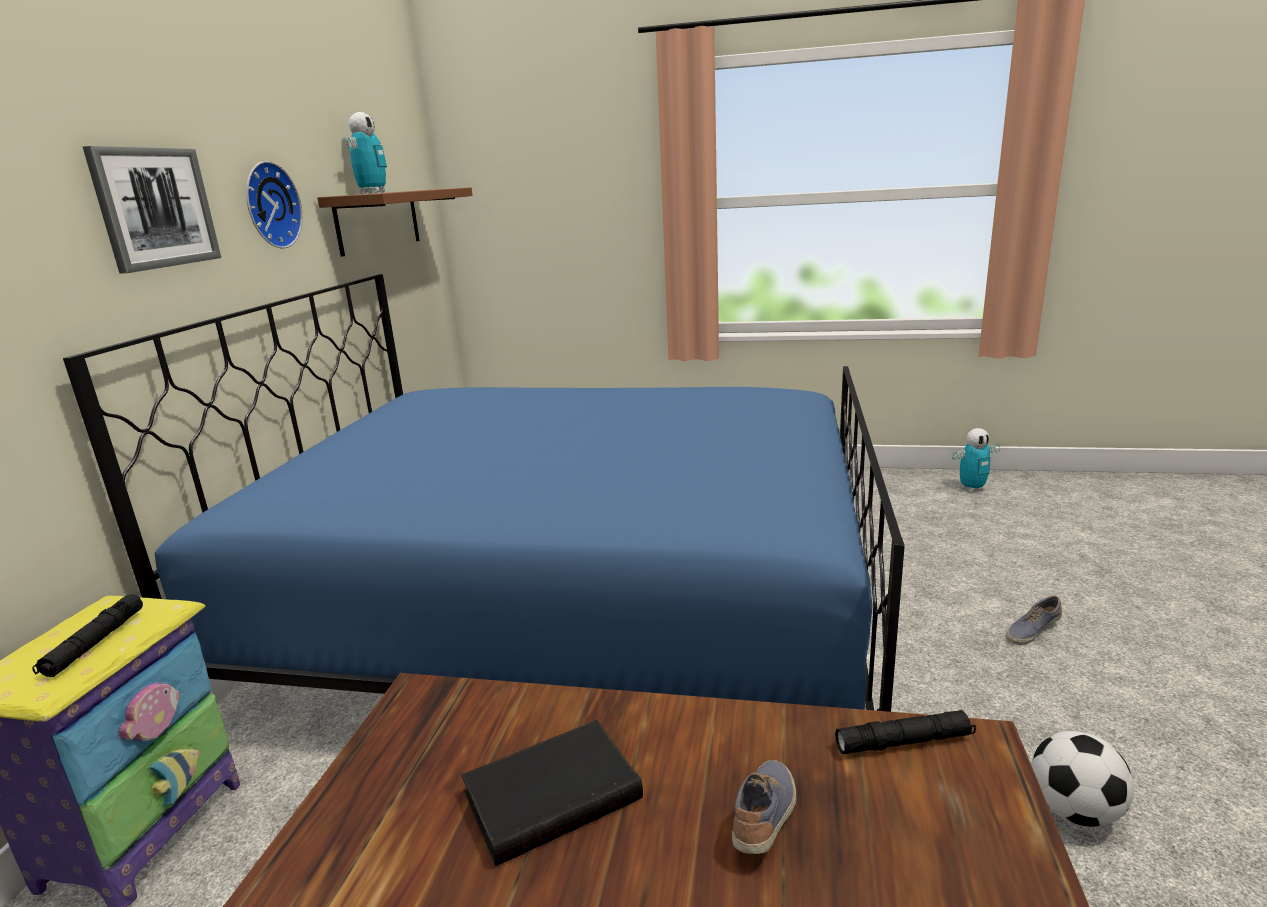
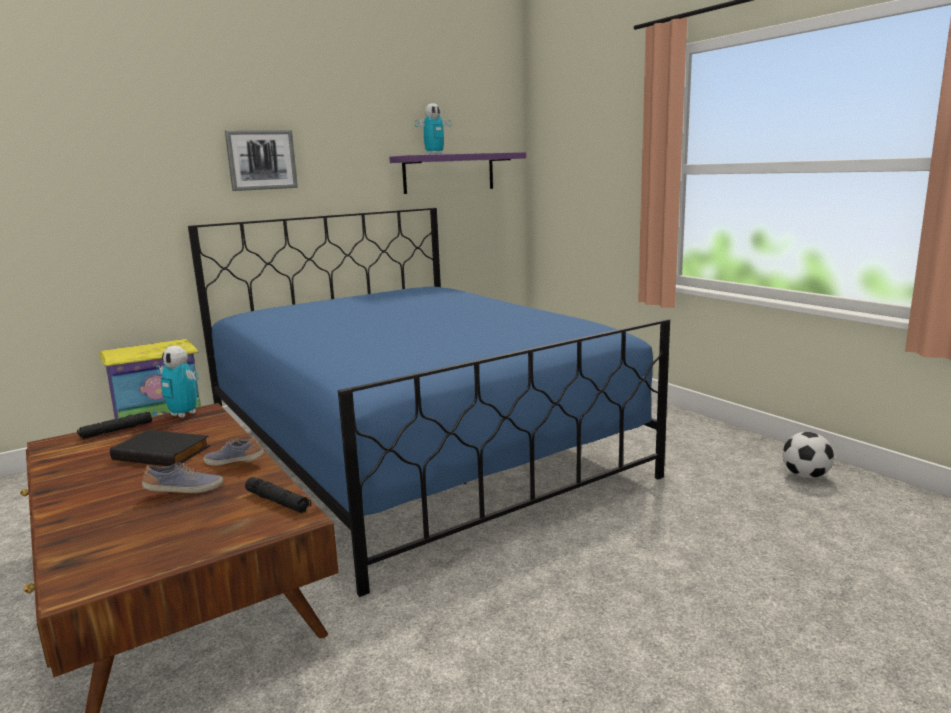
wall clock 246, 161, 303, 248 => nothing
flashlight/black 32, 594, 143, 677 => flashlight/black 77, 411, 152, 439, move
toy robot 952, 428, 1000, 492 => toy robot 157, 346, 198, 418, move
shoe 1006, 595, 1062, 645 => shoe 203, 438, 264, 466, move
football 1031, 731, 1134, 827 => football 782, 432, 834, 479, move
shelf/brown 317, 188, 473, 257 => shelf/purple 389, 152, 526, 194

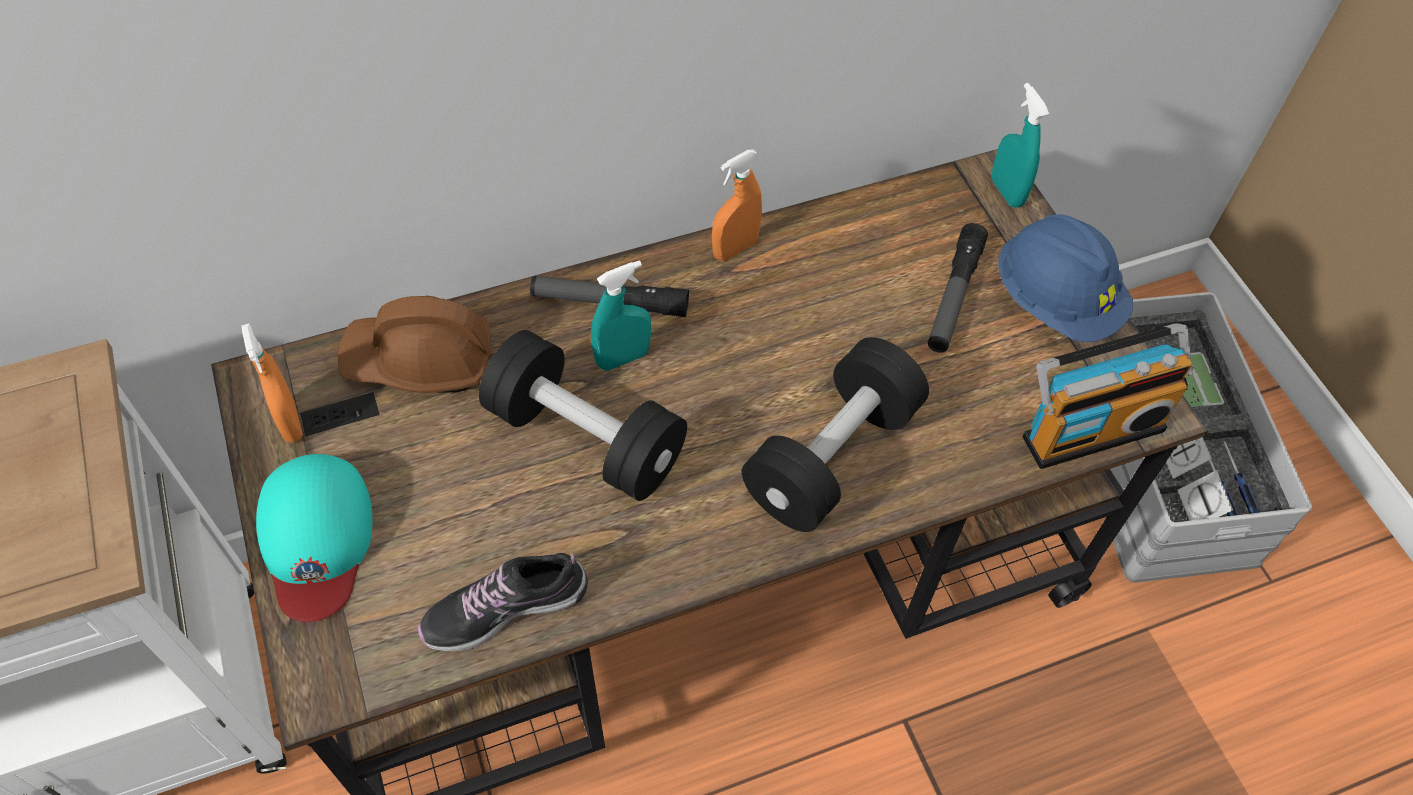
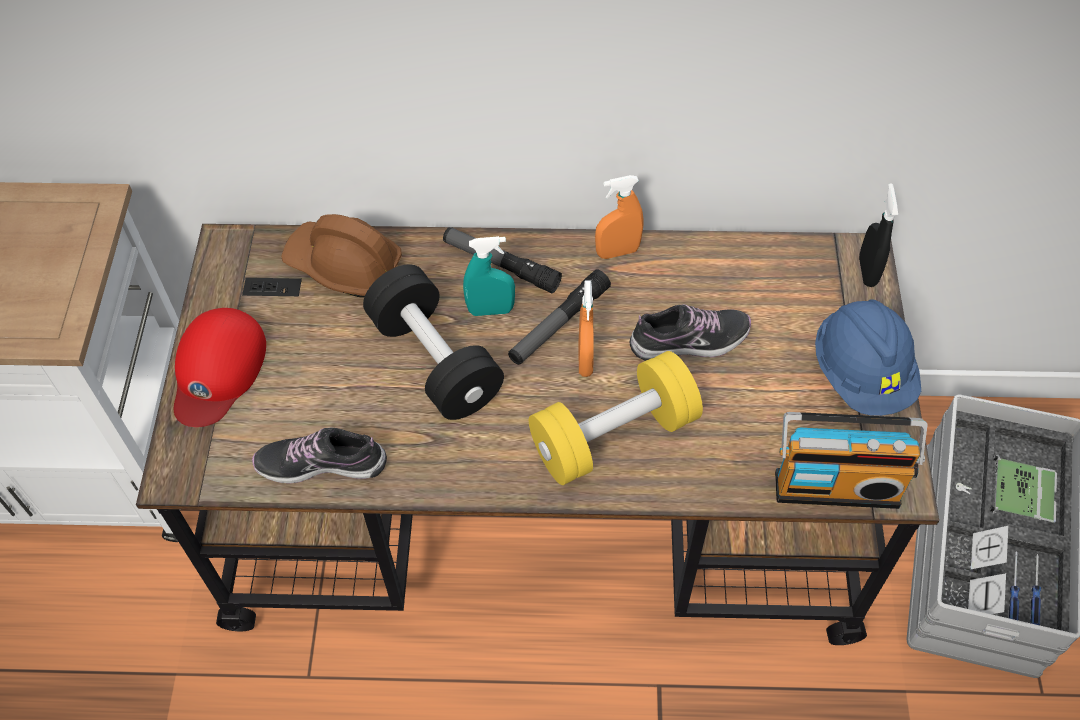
nothing => shoe 630, 304, 751, 361
spray bottle/orange 242, 323, 303, 443 => spray bottle/orange 578, 281, 594, 377, move
flashlight 928, 223, 988, 353 => flashlight 508, 269, 611, 365, move
cap/turquoise 256, 454, 372, 622 => cap/red 174, 308, 266, 427
dumbbell/black 742, 337, 929, 532 => dumbbell/yellow 529, 351, 703, 485
spray bottle/turquoise 992, 83, 1049, 208 => spray bottle/black 859, 184, 898, 287

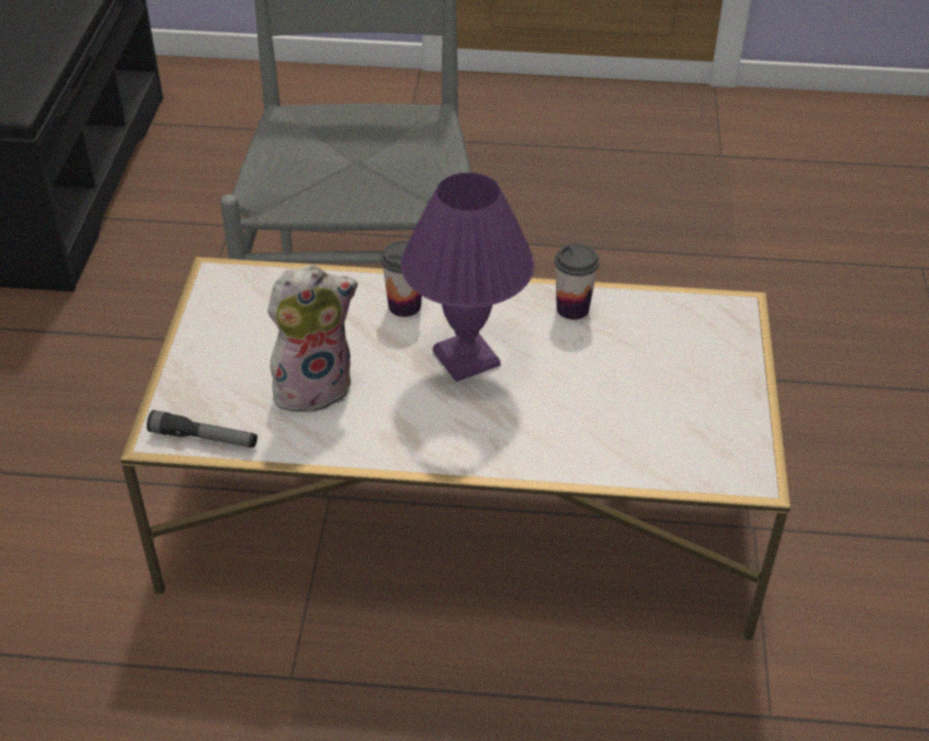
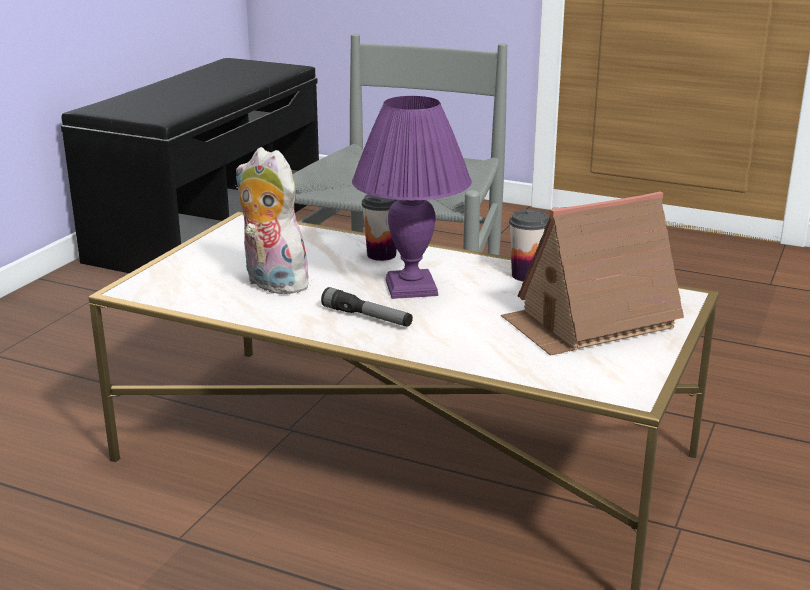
nothing => toy house 501, 191, 684, 356
flashlight 147, 410, 257, 448 => flashlight 321, 287, 413, 327, move
plush toy 267, 264, 358, 417 => plush toy 236, 147, 313, 295, 135 degrees counterclockwise

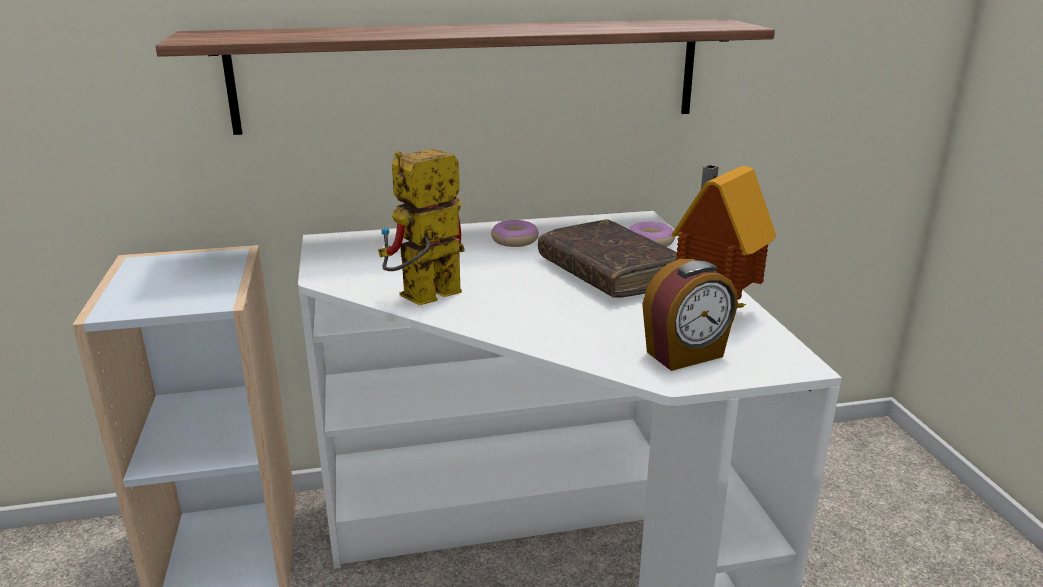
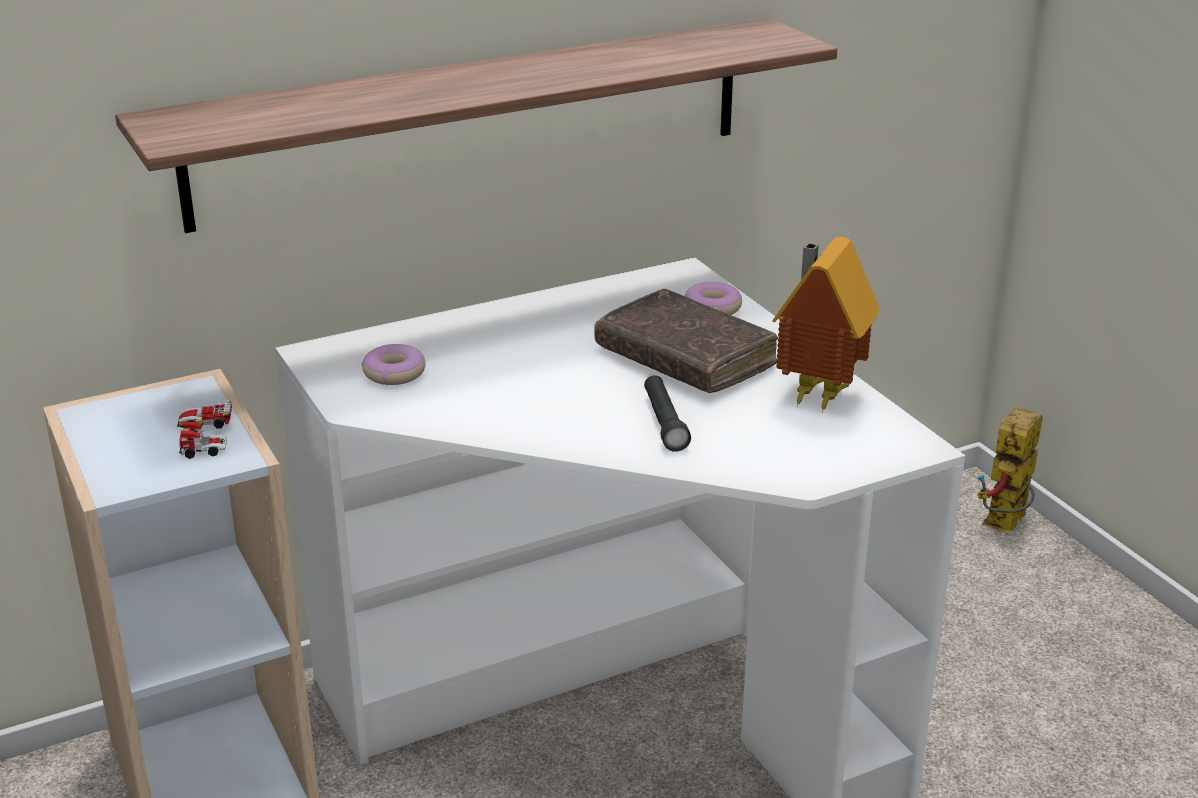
alarm clock 642, 259, 738, 371 => nothing
nothing => toy car 177, 400, 232, 459
nothing => flashlight/black 644, 375, 691, 452
toy robot 378, 149, 465, 305 => toy robot 977, 407, 1042, 533, move
donut 491, 220, 539, 247 => donut 362, 344, 426, 385, move

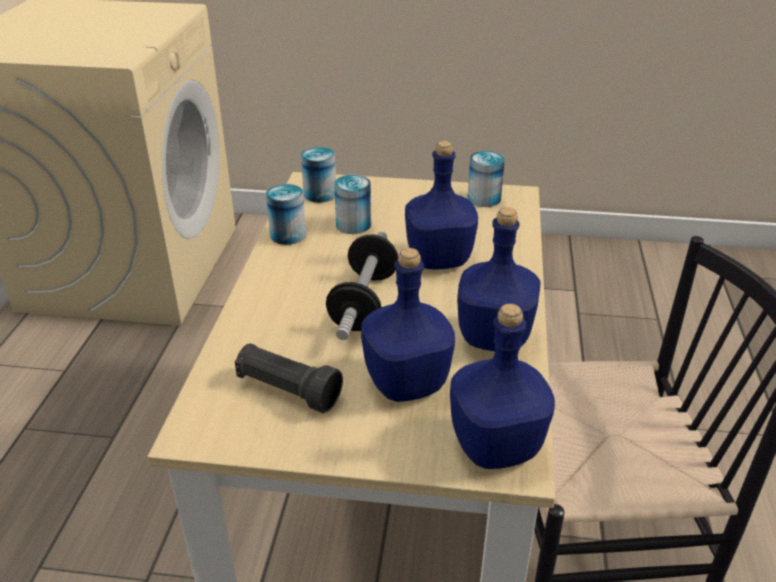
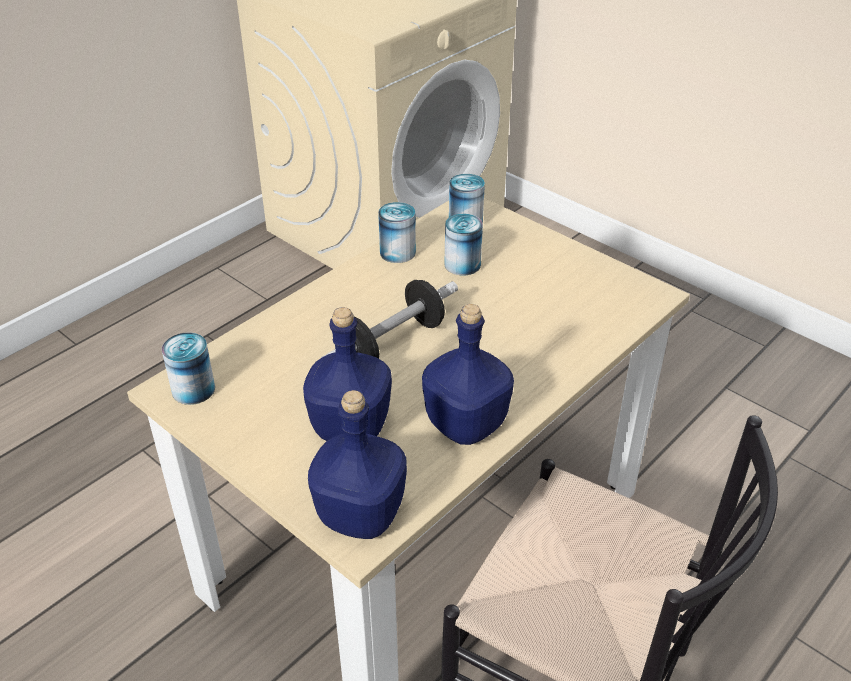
flashlight/black 235, 343, 343, 413 => nothing
bottle/blue 405, 141, 478, 270 => nothing
can 468, 151, 505, 207 => can 162, 332, 215, 405, move

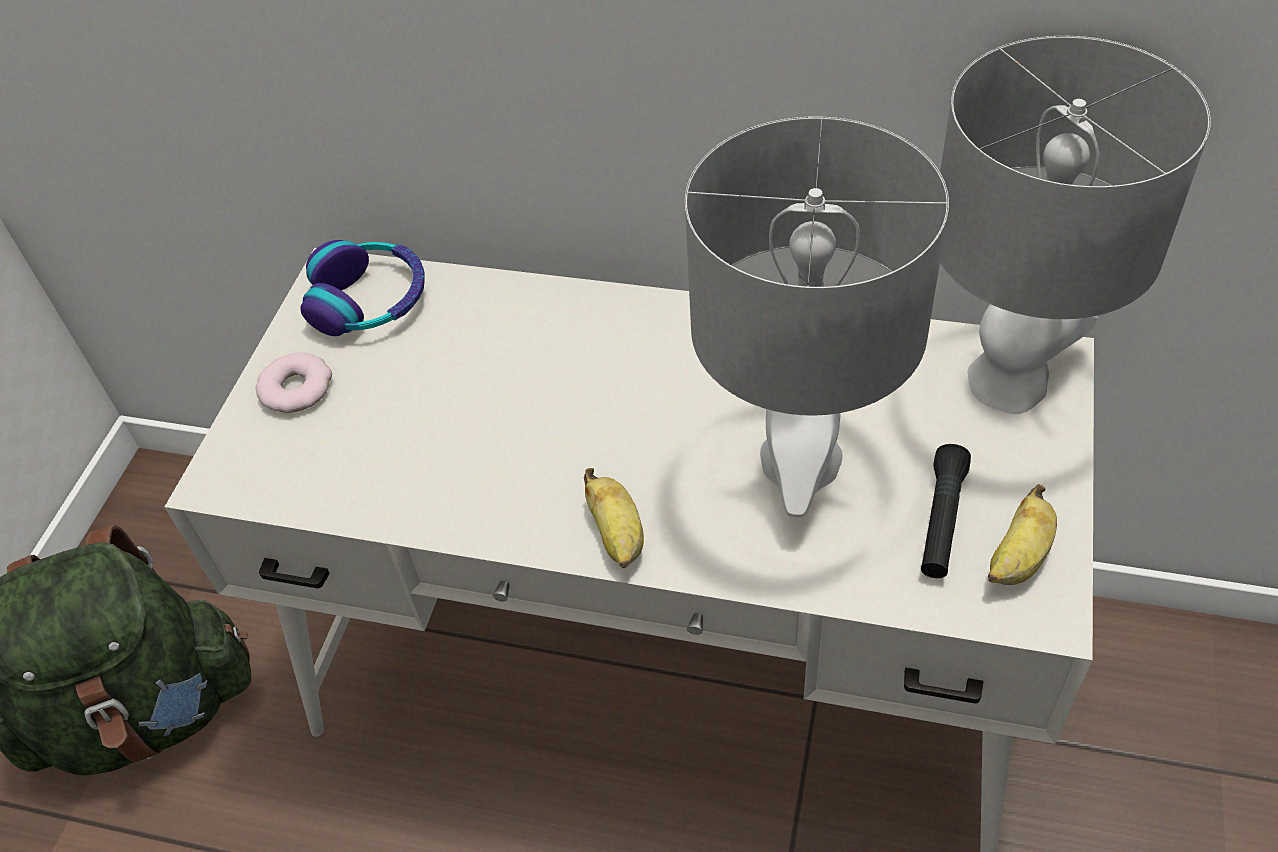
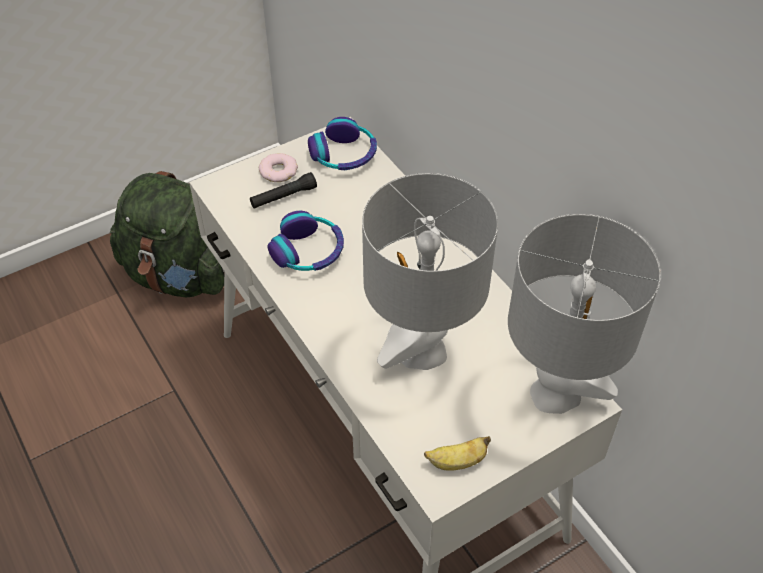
banana 584, 468, 644, 568 => nothing
nothing => headphones 268, 211, 344, 271
flashlight/black 921, 444, 971, 578 => flashlight/black 250, 172, 317, 209, move

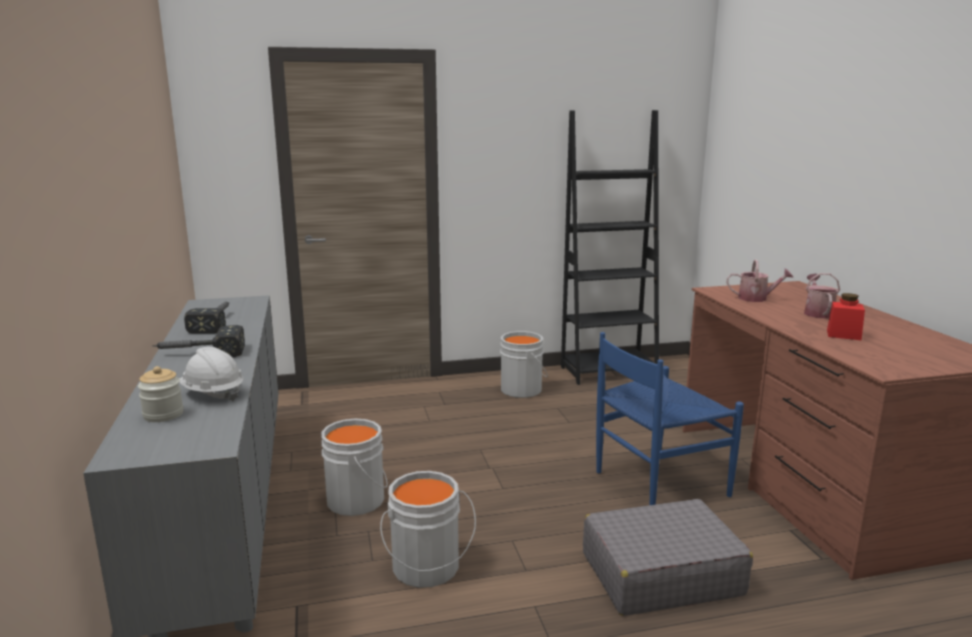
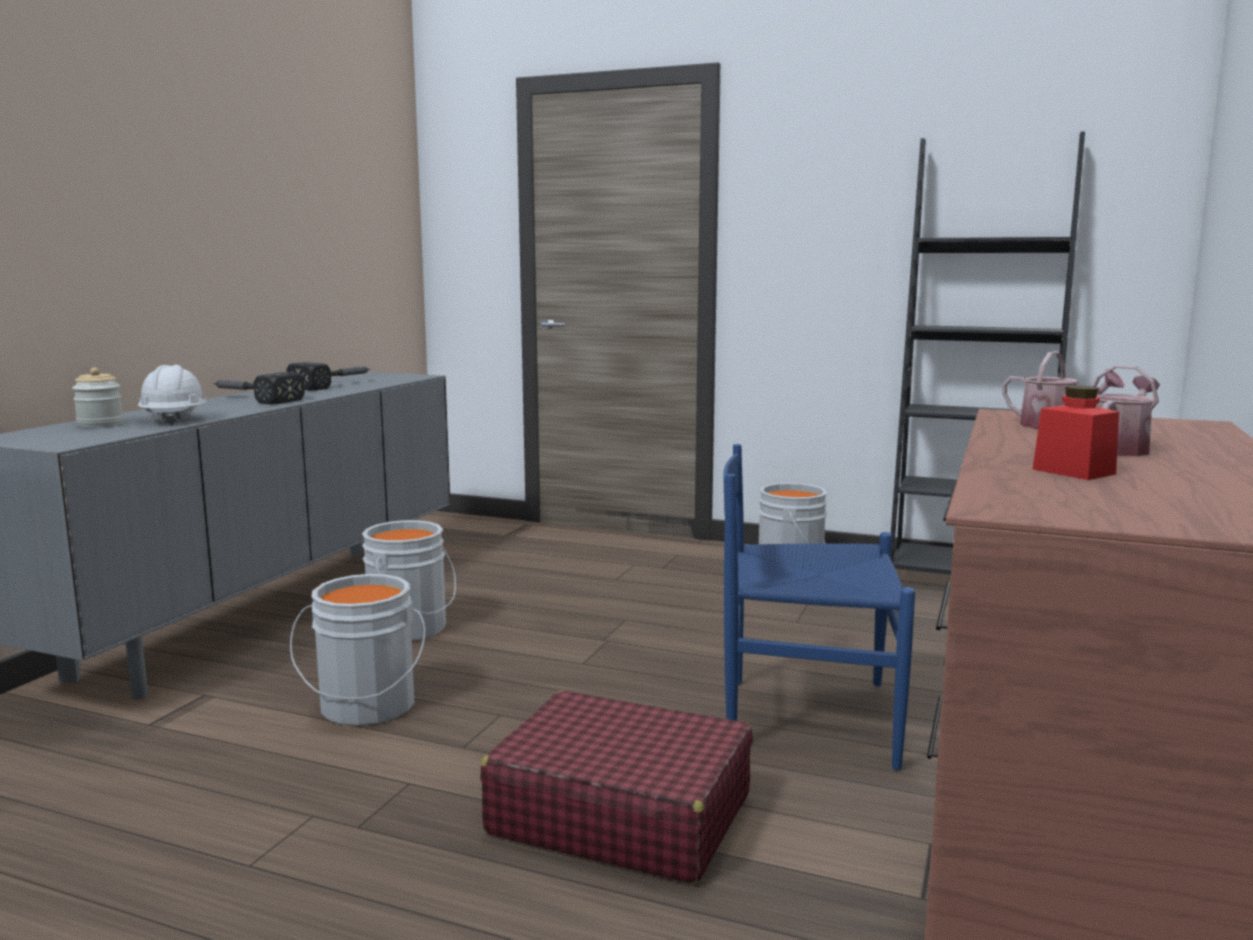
suitcase/grey 583, 499, 753, 616 => suitcase/red 480, 691, 753, 883

